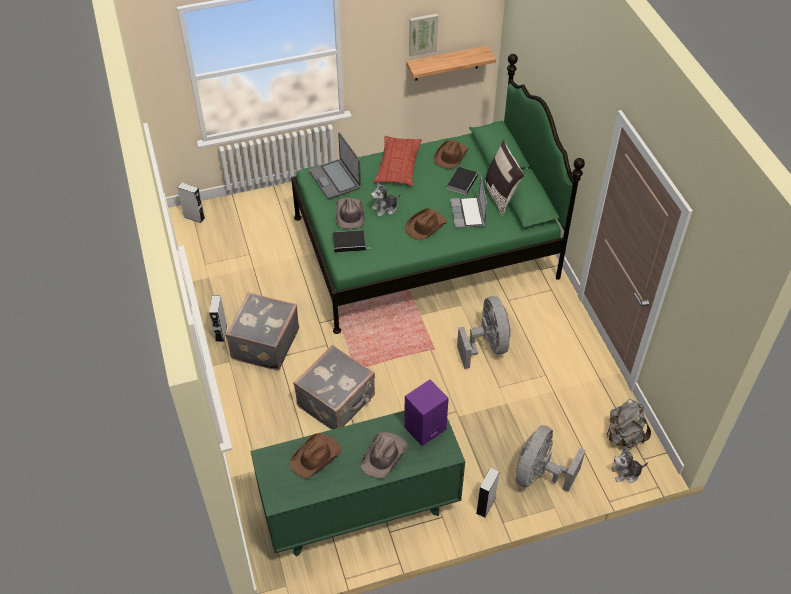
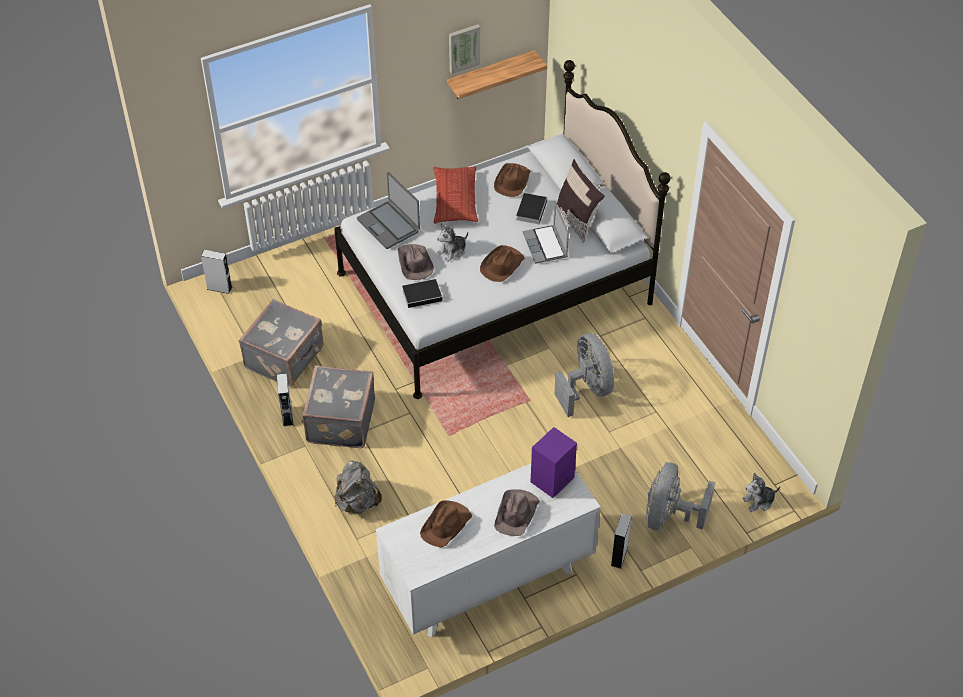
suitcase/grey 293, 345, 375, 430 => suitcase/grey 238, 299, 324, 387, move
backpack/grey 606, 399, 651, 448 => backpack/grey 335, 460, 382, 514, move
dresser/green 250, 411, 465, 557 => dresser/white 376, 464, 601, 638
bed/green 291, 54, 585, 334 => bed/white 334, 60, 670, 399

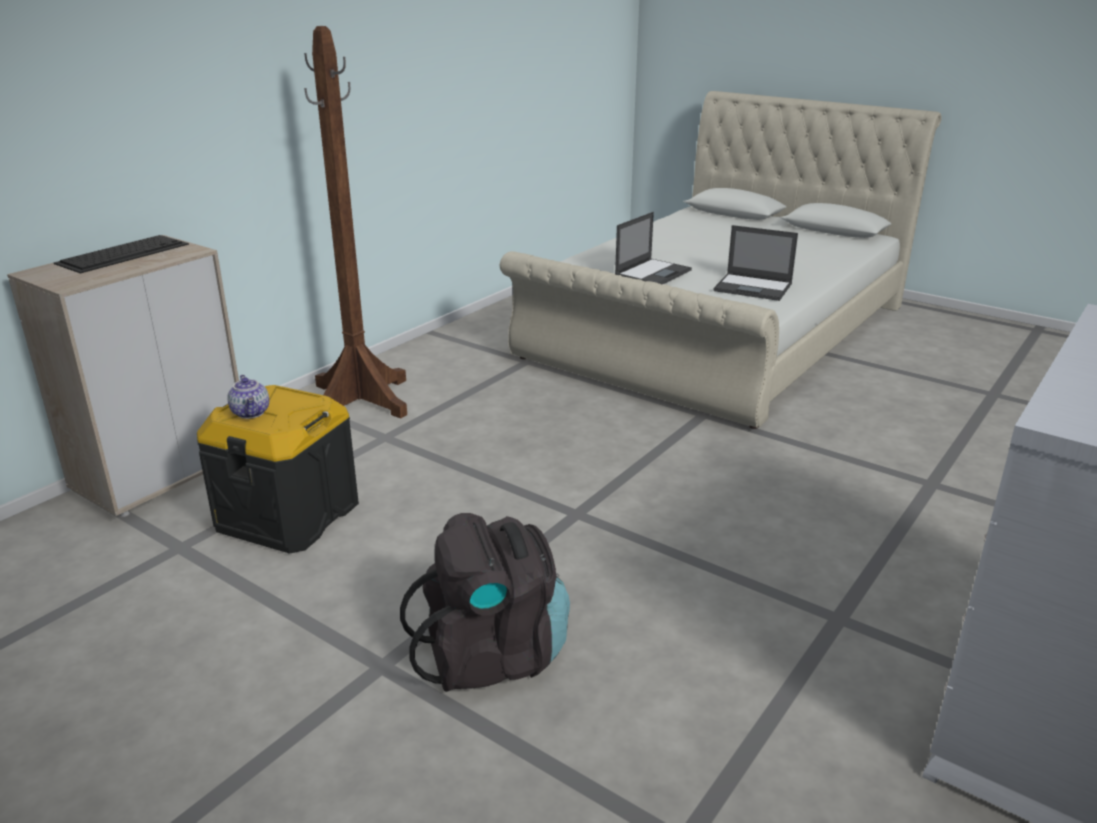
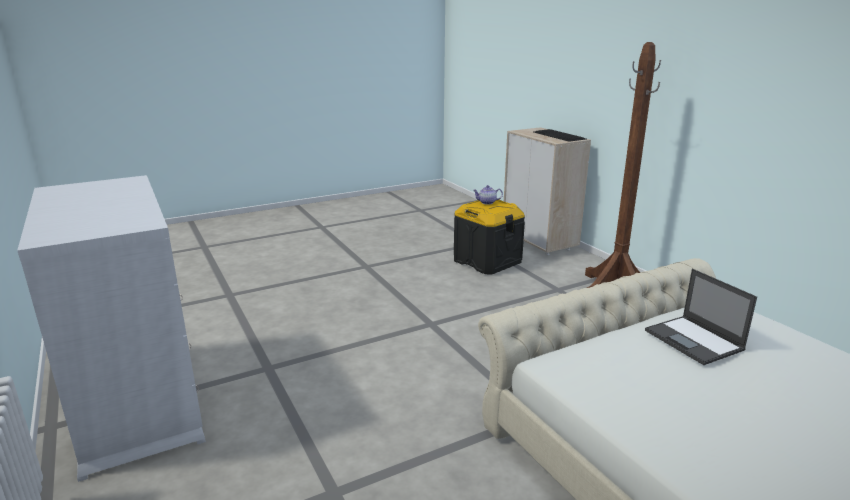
backpack/black 400, 513, 570, 692 => nothing
laptop 713, 225, 798, 301 => nothing

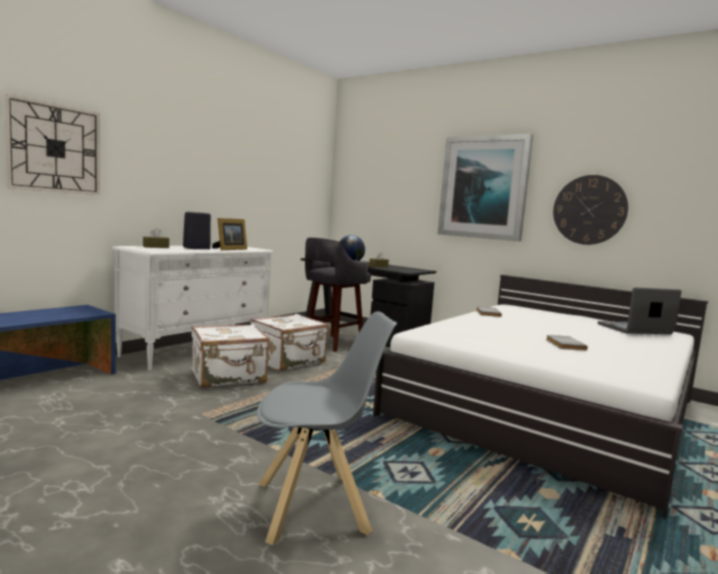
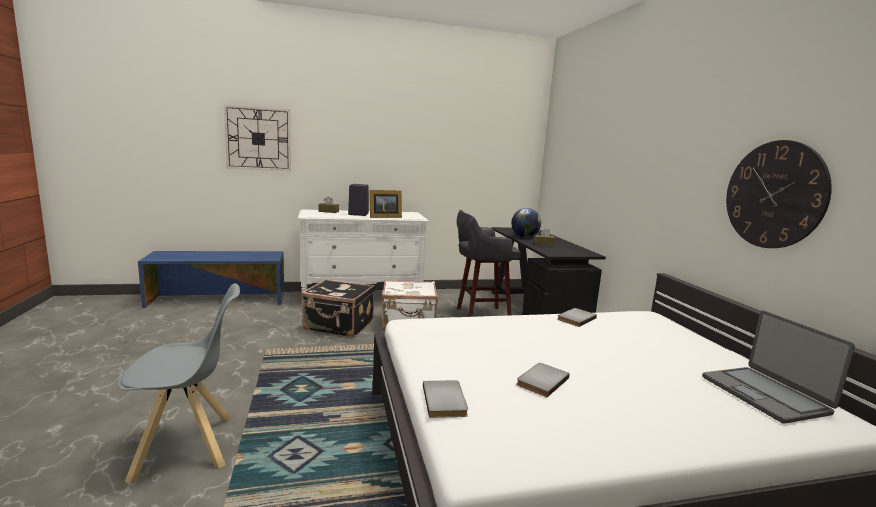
picture 438, 134, 533, 241 => nothing
nothing => book/grey 423, 380, 468, 418
suitcase/white 192, 324, 270, 388 => suitcase/black 301, 279, 375, 337
chair/grey 257, 311, 397, 546 => chair/grey 117, 283, 240, 484, 45 degrees counterclockwise
laptop 598, 287, 682, 334 => laptop 702, 310, 855, 424, 135 degrees counterclockwise

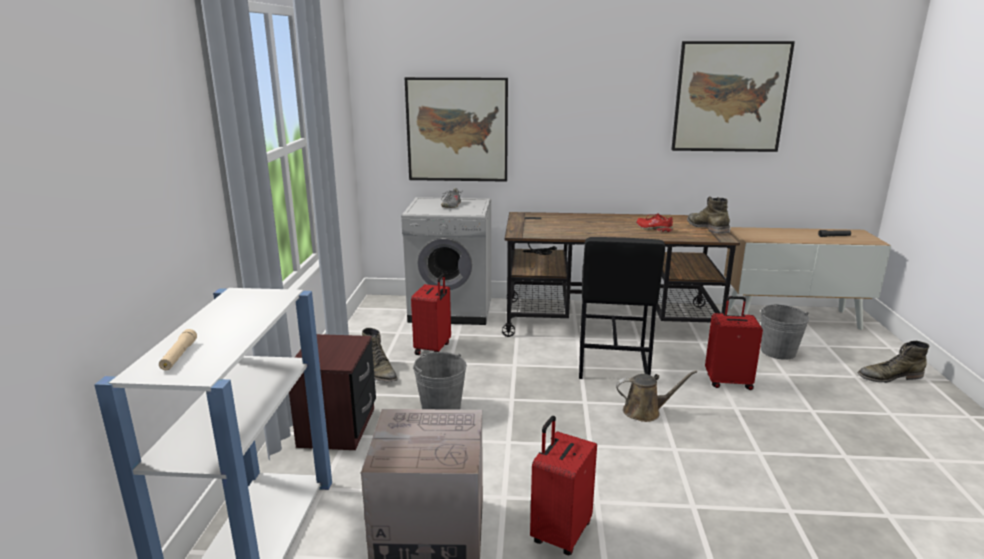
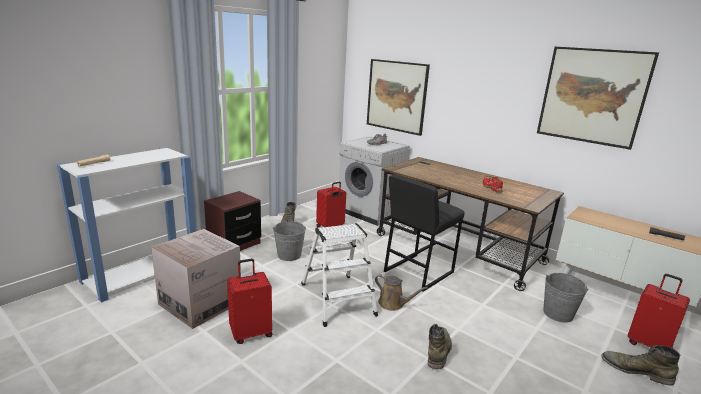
nothing => step ladder/white 301, 223, 378, 327
boot/green 687, 196, 730, 233 => boot/green 428, 324, 452, 369, move
suitcase/red 705, 296, 763, 390 => suitcase/red 628, 274, 690, 348, move

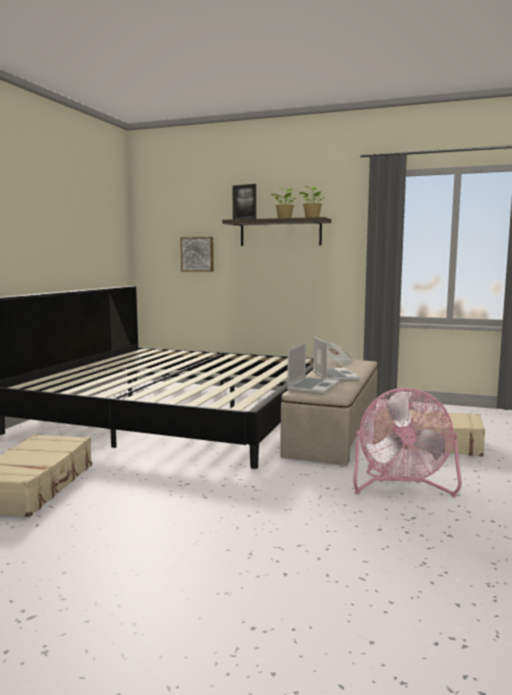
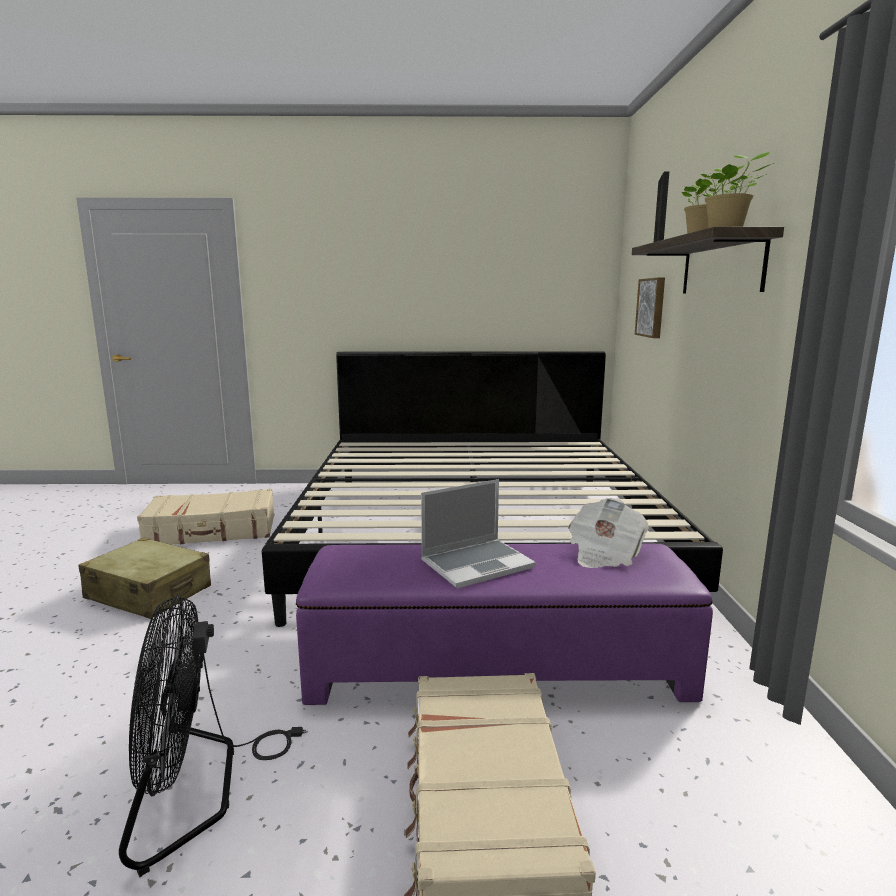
laptop 287, 342, 339, 394 => nothing
nothing => suitcase/beige 79, 537, 211, 619
bench/beige 280, 359, 378, 465 => bench/purple 296, 544, 713, 705
fan/pink 354, 388, 462, 497 => fan/black 119, 595, 306, 877

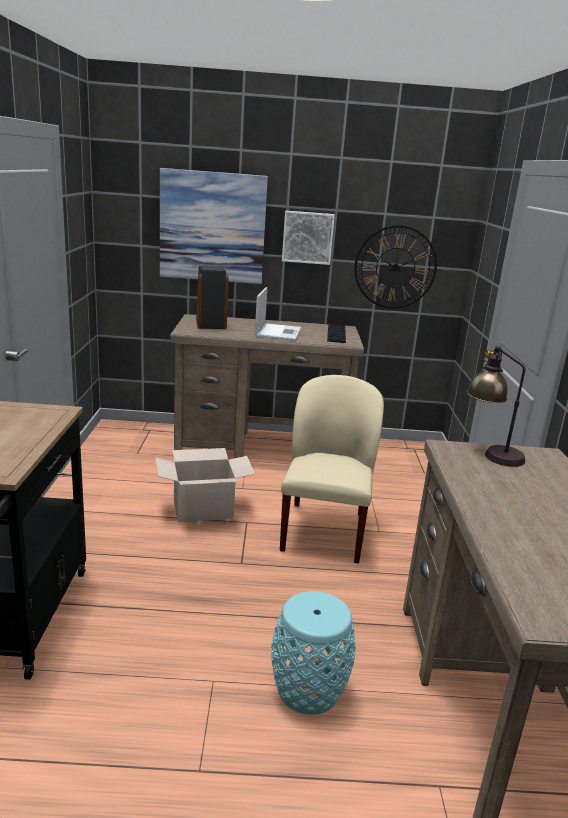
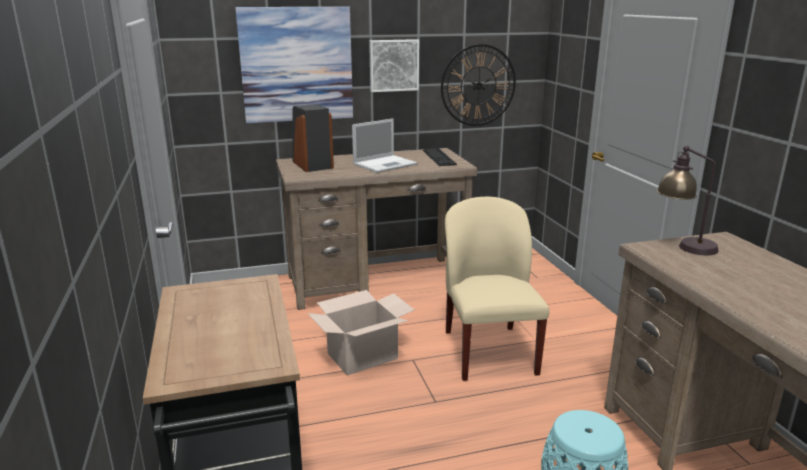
laptop 255, 287, 301, 341 => laptop 352, 119, 417, 173, 60 degrees clockwise

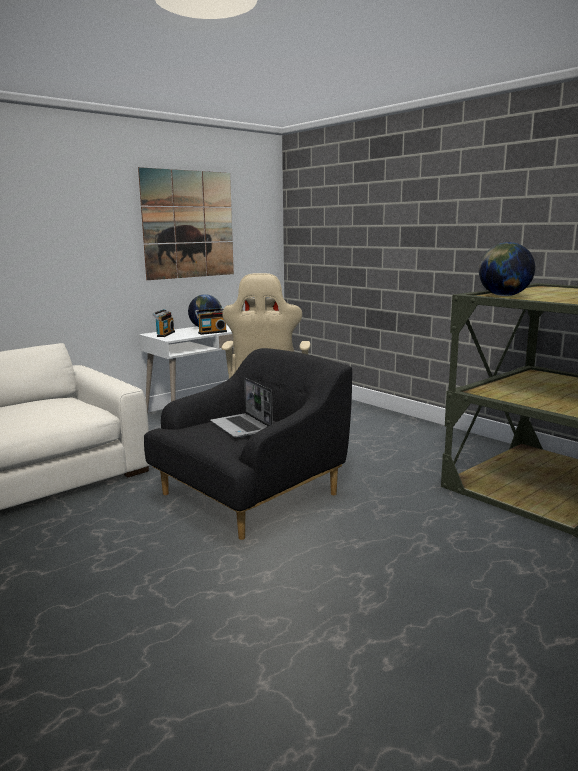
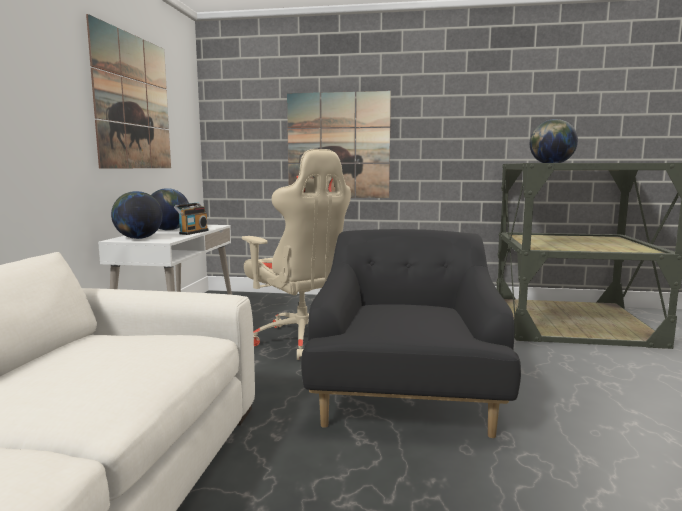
laptop 210, 377, 273, 438 => nothing
nothing => picture 287, 91, 391, 198
radio 152, 309, 175, 337 => globe 111, 191, 163, 239

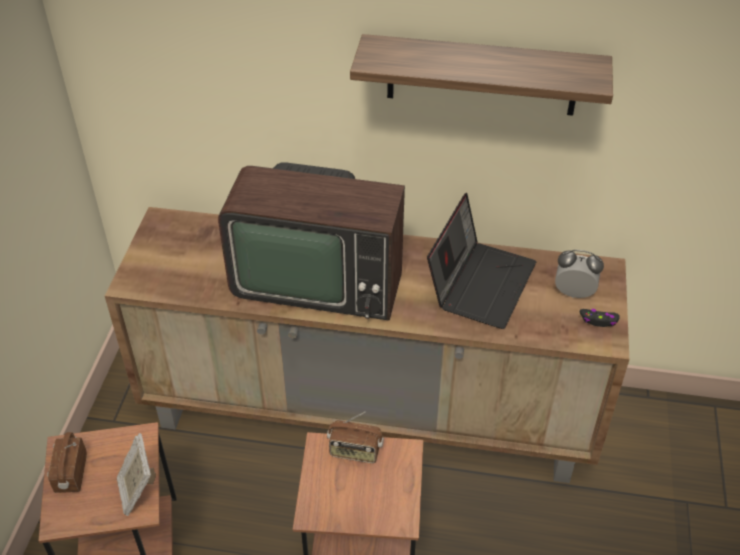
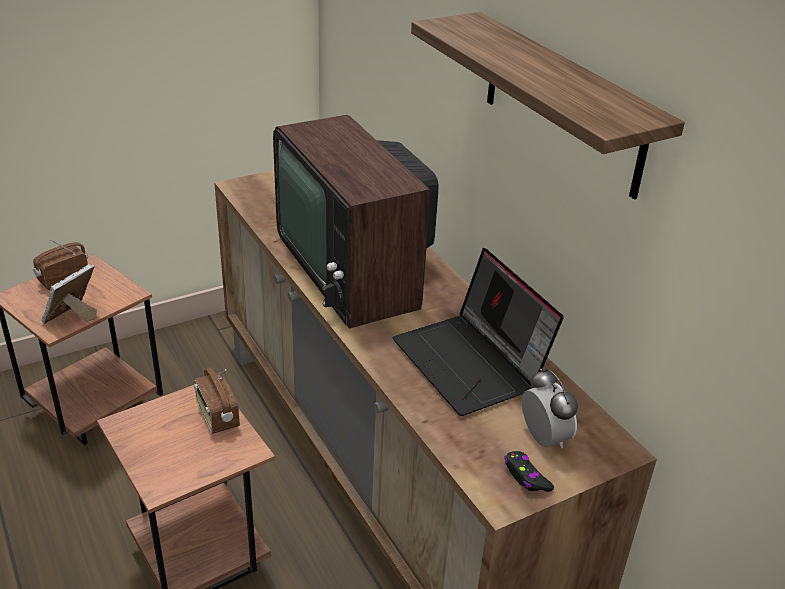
laptop 427, 193, 536, 329 => laptop 393, 248, 564, 416, 75 degrees clockwise

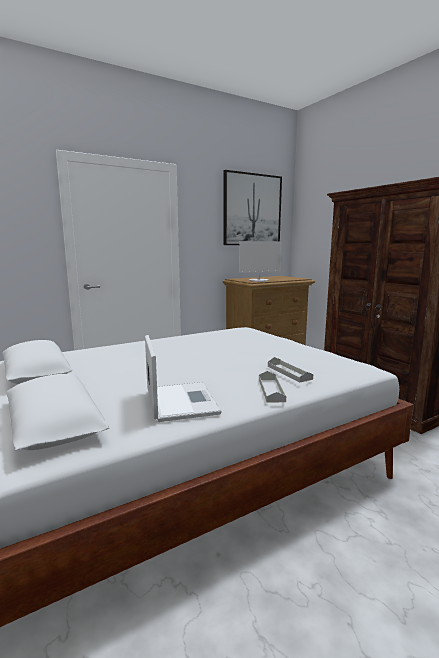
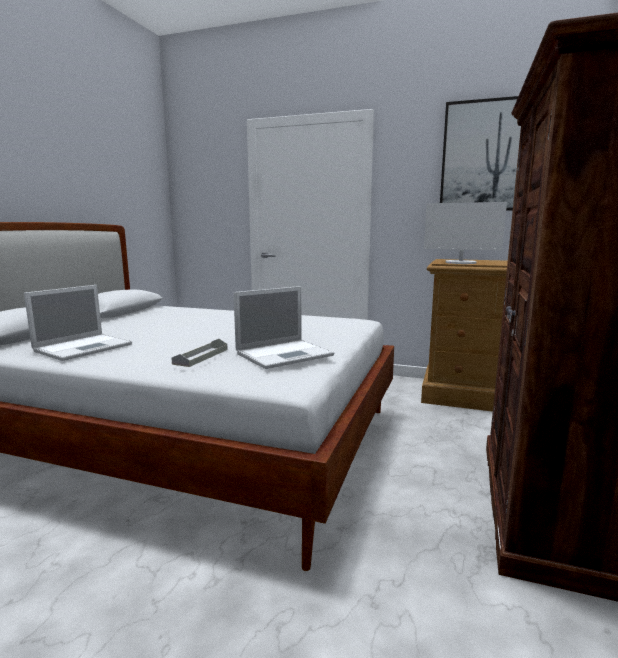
tray/grey 259, 371, 286, 402 => nothing
nothing => laptop 234, 286, 334, 369

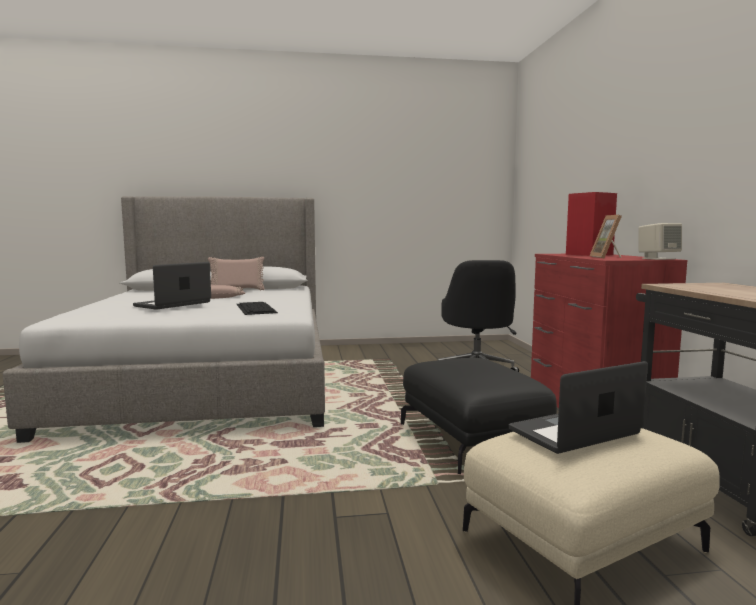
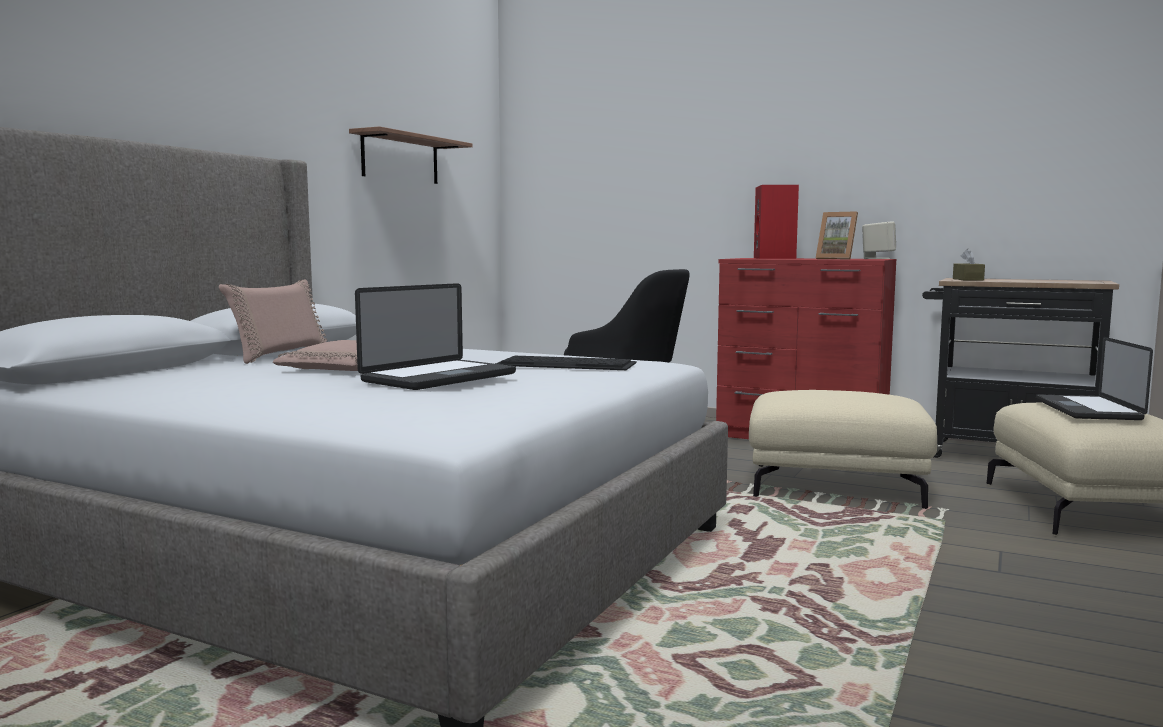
nothing => shelf 349, 126, 473, 184
nothing => tissue box/brown 953, 248, 985, 281
ottoman/black 401, 358, 557, 474 => ottoman/beige 749, 390, 937, 509
laptop 133, 262, 211, 310 => laptop 355, 283, 516, 390, 120 degrees counterclockwise

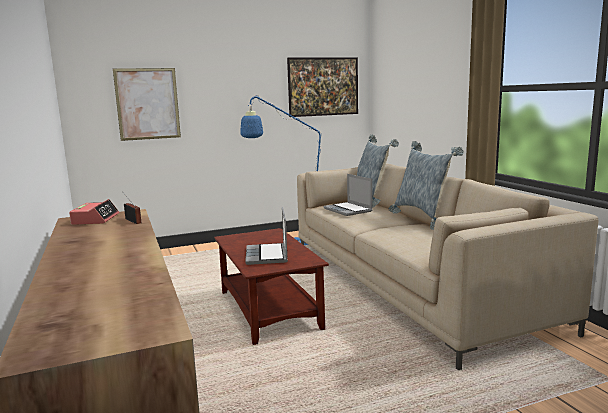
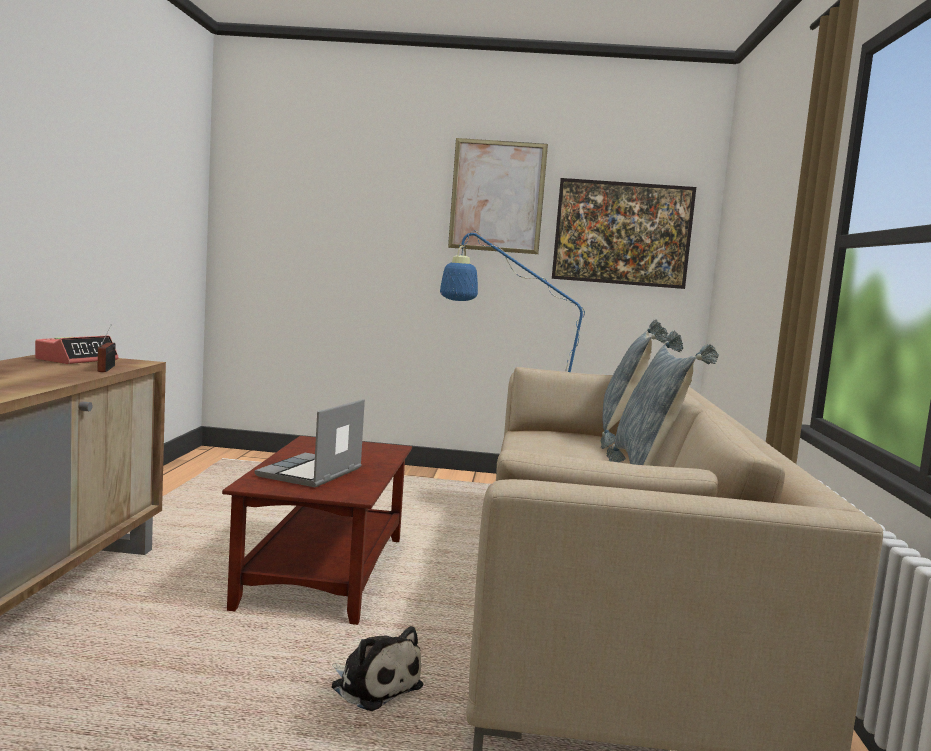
laptop 324, 174, 372, 216 => nothing
nothing => plush toy 330, 626, 423, 711
picture 113, 68, 181, 141 => picture 448, 138, 548, 254, move

